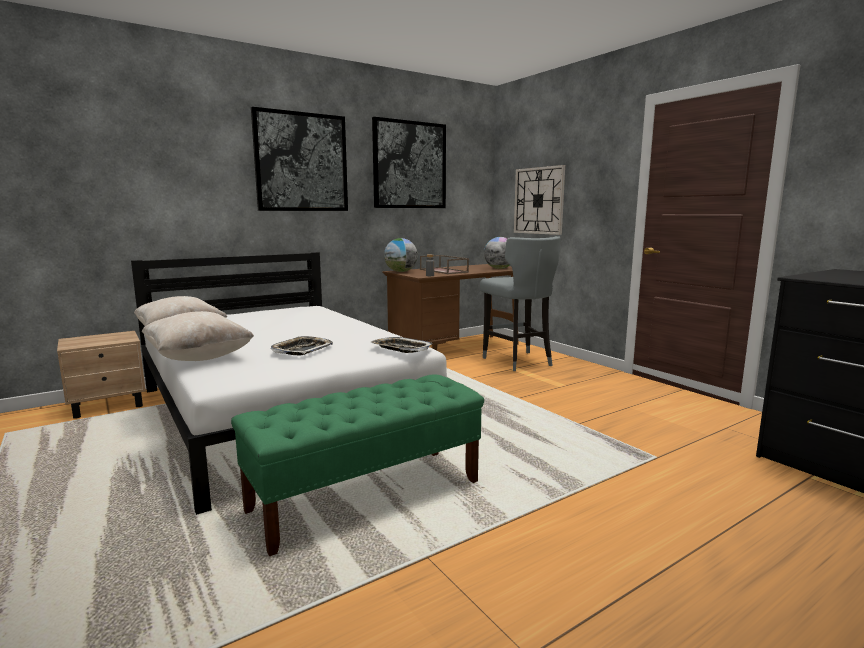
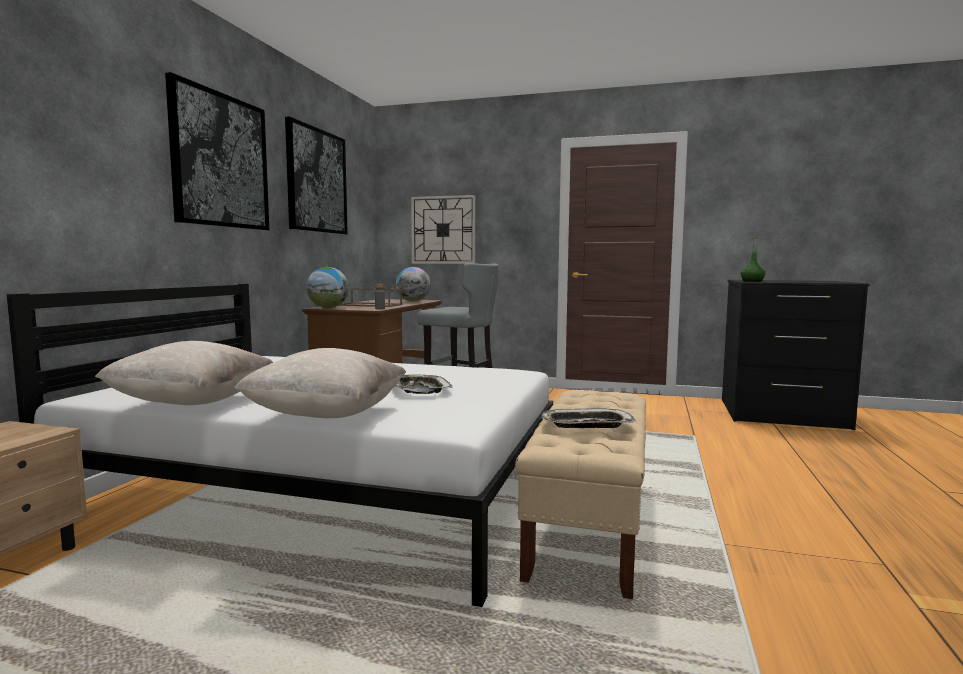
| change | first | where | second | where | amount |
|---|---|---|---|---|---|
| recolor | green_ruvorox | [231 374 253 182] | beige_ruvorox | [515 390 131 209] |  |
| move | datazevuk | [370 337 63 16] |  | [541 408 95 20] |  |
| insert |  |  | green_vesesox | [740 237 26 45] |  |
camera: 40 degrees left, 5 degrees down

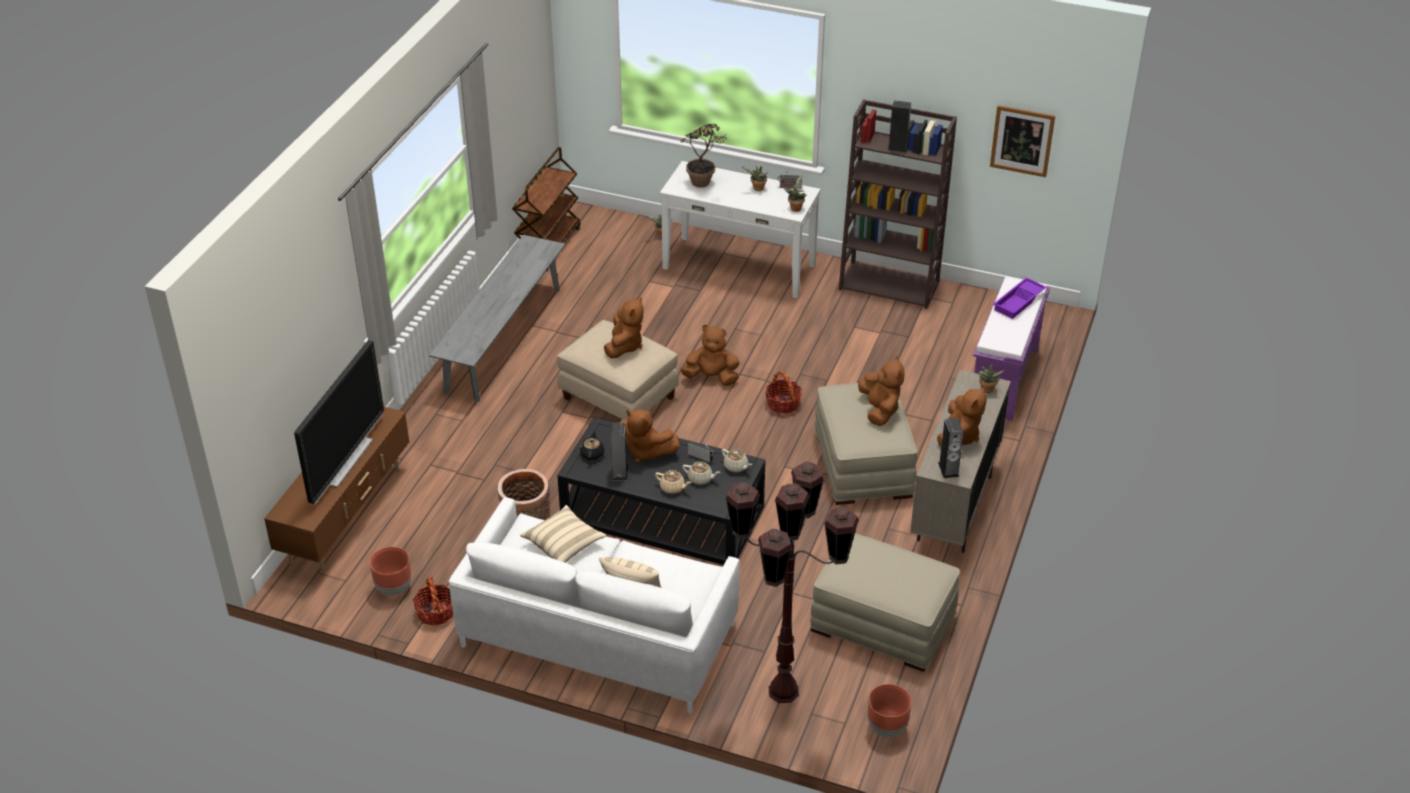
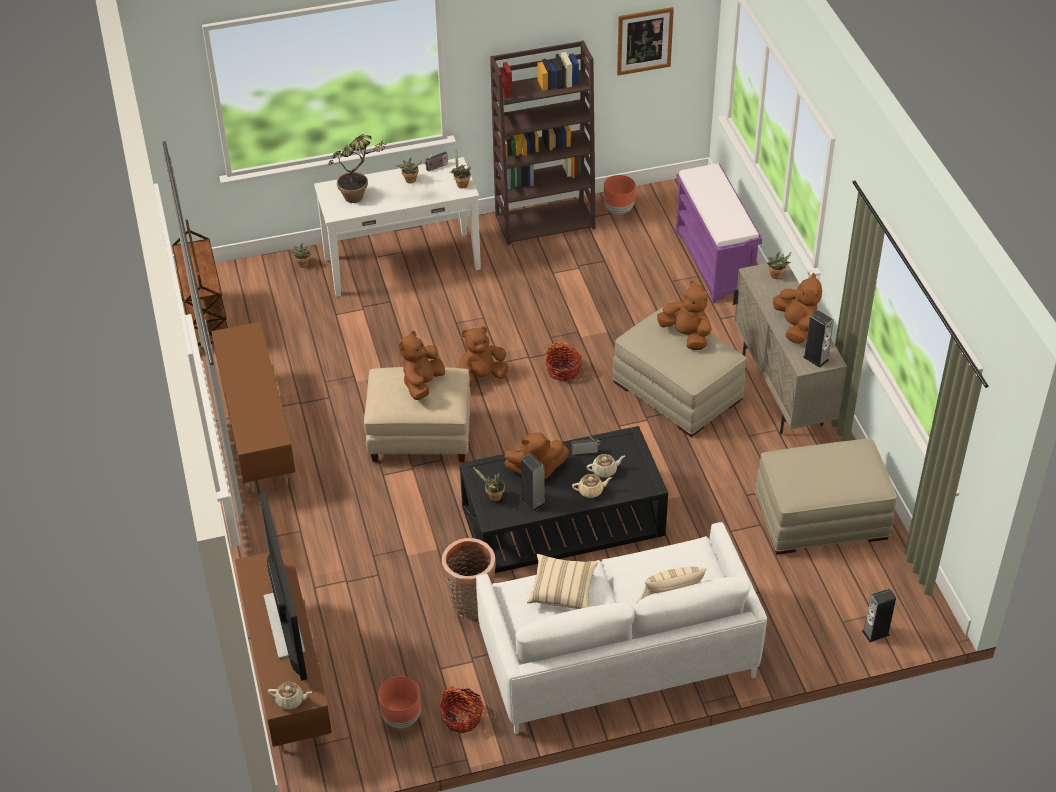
| change | first | where | second | where | amount |
|---|---|---|---|---|---|
| replace | grey_ruvorox | [429 235 136 167] | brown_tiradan | [211 322 84 171] |  |
| replace | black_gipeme | [580 429 24 31] | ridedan | [473 467 32 34] |  |
| rotate | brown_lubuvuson | [604 297 39 61] |  | [399 331 46 69] | 135 degrees counterclockwise |
| move | beige_gipeme | [721 449 31 23] |  | [268 682 44 27] |  |
| delete | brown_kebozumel | [726 461 133 242] |  |  |  |
| move | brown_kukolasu | [868 684 43 53] |  | [604 175 32 40] |  |
| move | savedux | [888 100 23 53] |  | [862 588 34 55] |  |
| delete | purple_datazevuk | [994 277 52 42] |  |  |  |
camera: 35 degrees left, 5 degrees up

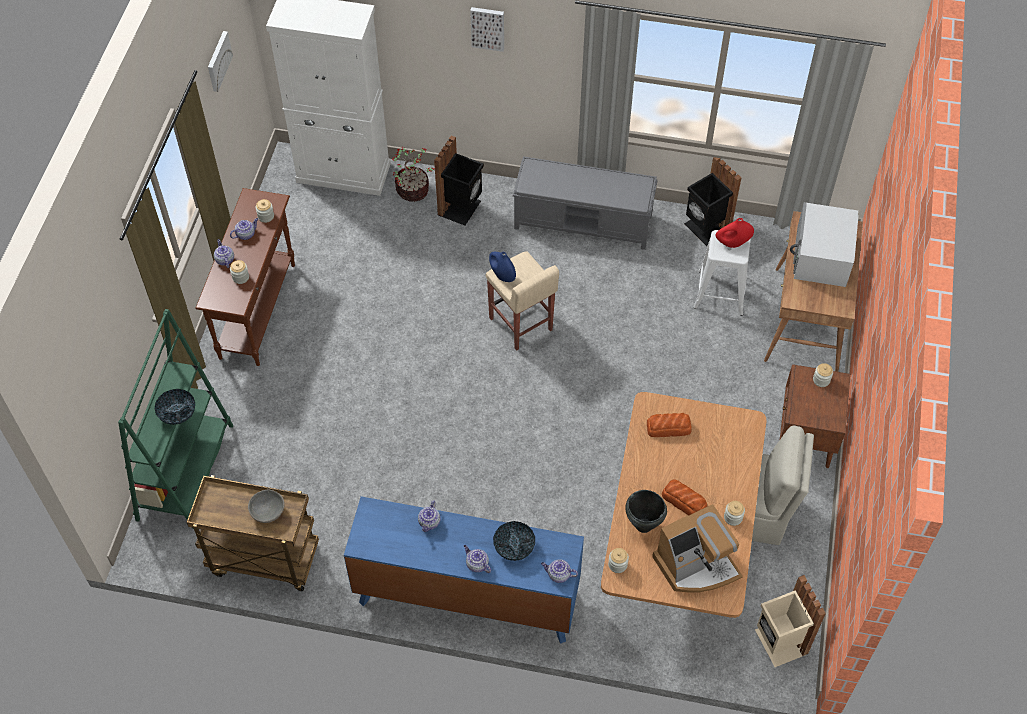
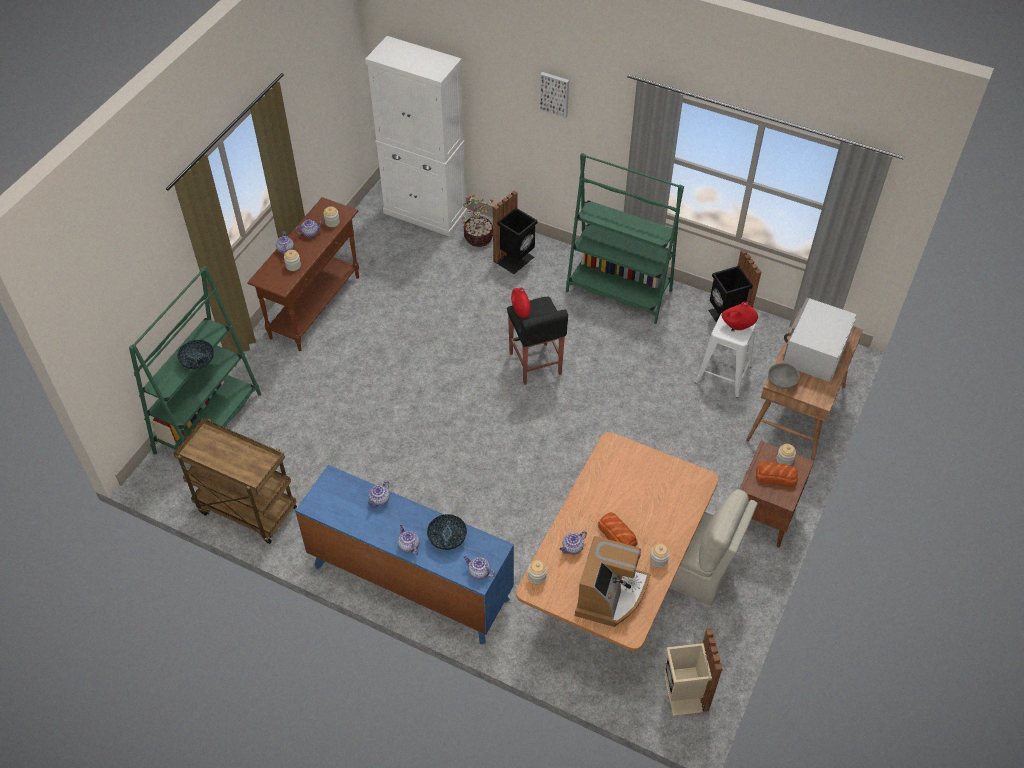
| change | first | where | second | where | amount |
|---|---|---|---|---|---|
| delete | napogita | [208 31 25 61] |  |  |  |
| move | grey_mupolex | [248 490 37 33] |  | [768 363 32 26] |  |
| recolor | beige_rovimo | [485 252 74 99] | black_rovimo | [507 297 61 88] |  |
| recolor | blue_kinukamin | [489 252 27 30] | red_kinukamin | [511 288 20 30] |  |
| replace | grey_ruvorox | [513 156 145 94] | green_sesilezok | [566 153 118 171] |  |
| replace | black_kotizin | [625 490 42 43] | gipeme | [560 531 27 24] |  |
| move | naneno | [647 413 45 24] |  | [756 461 42 26] |  |
| rotate | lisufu | [652 504 91 89] |  | [575 536 76 91] | 60 degrees counterclockwise |
camera: 15 degrees right, 5 degrees down

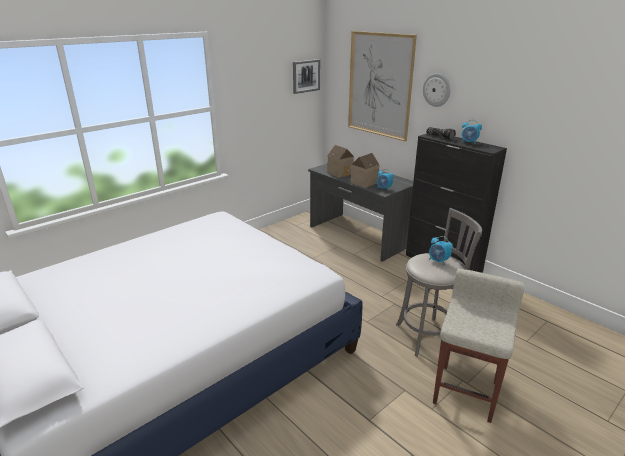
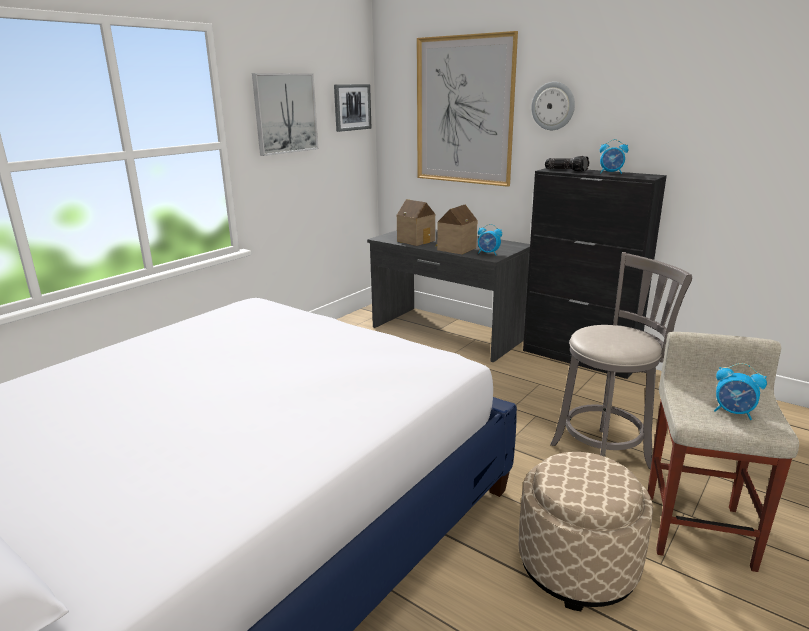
| change | first | where | second | where | amount |
|---|---|---|---|---|---|
| move | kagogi | [429 236 24 29] |  | [714 363 53 57] |  |
| insert |  |  | napogita | [252 73 66 83] |  |
| insert |  |  | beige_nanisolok | [519 452 134 159] |  |
camera: 10 degrees left, 5 degrees down

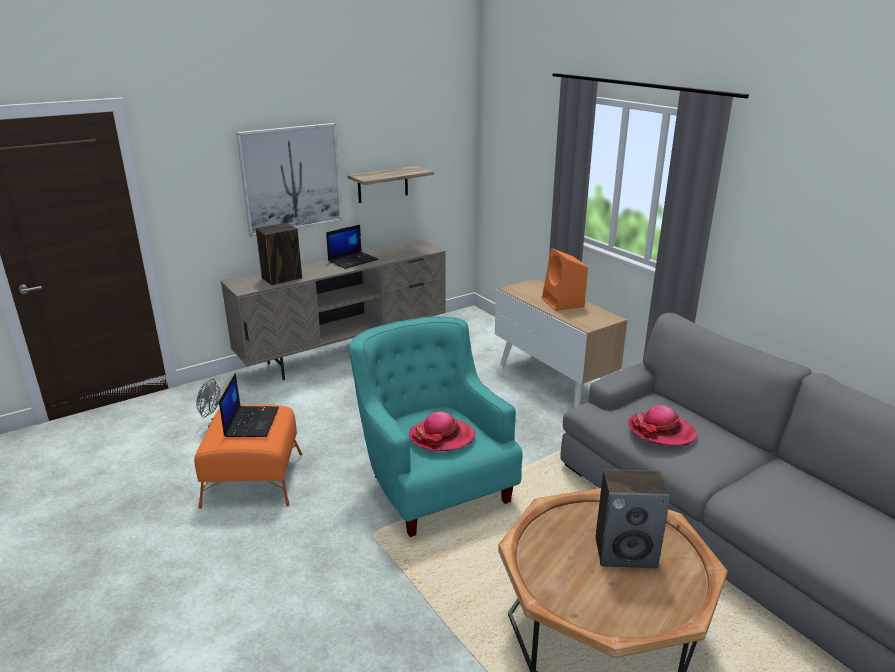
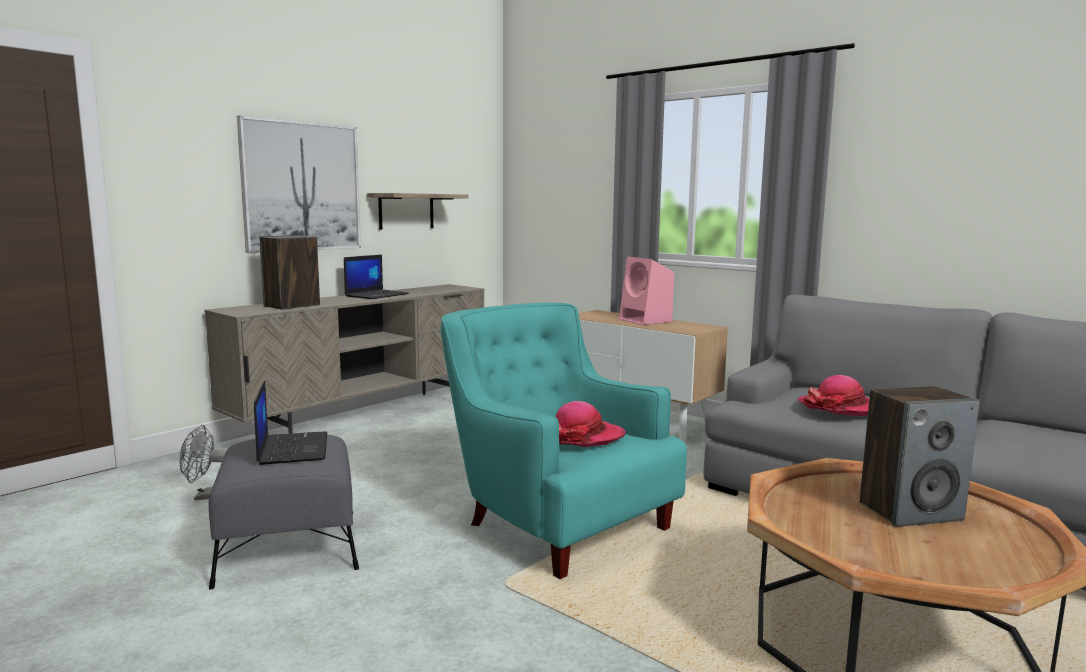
| change | first | where | second | where | amount |
|---|---|---|---|---|---|
| recolor | orange_nanisolok | [194 404 109 105] | grey_nanisolok | [209 435 150 154] |  |
| recolor | orange_savedux | [542 248 46 63] | pink_savedux | [619 257 55 68] |  |
camera: 15 degrees left, 15 degrees down

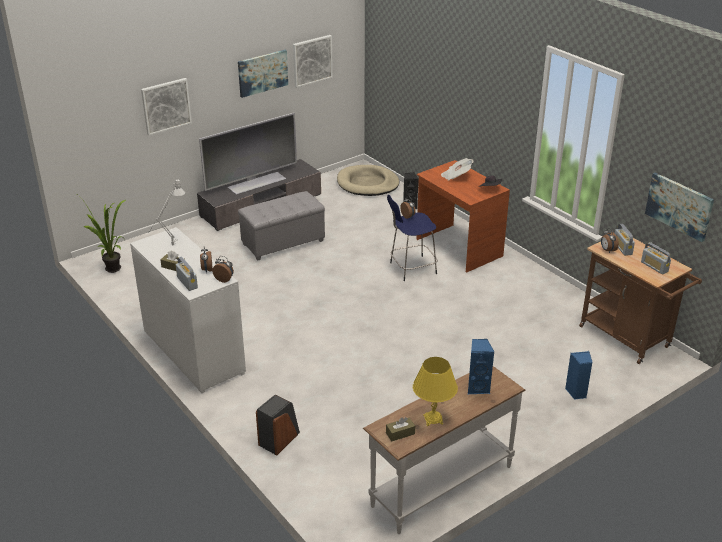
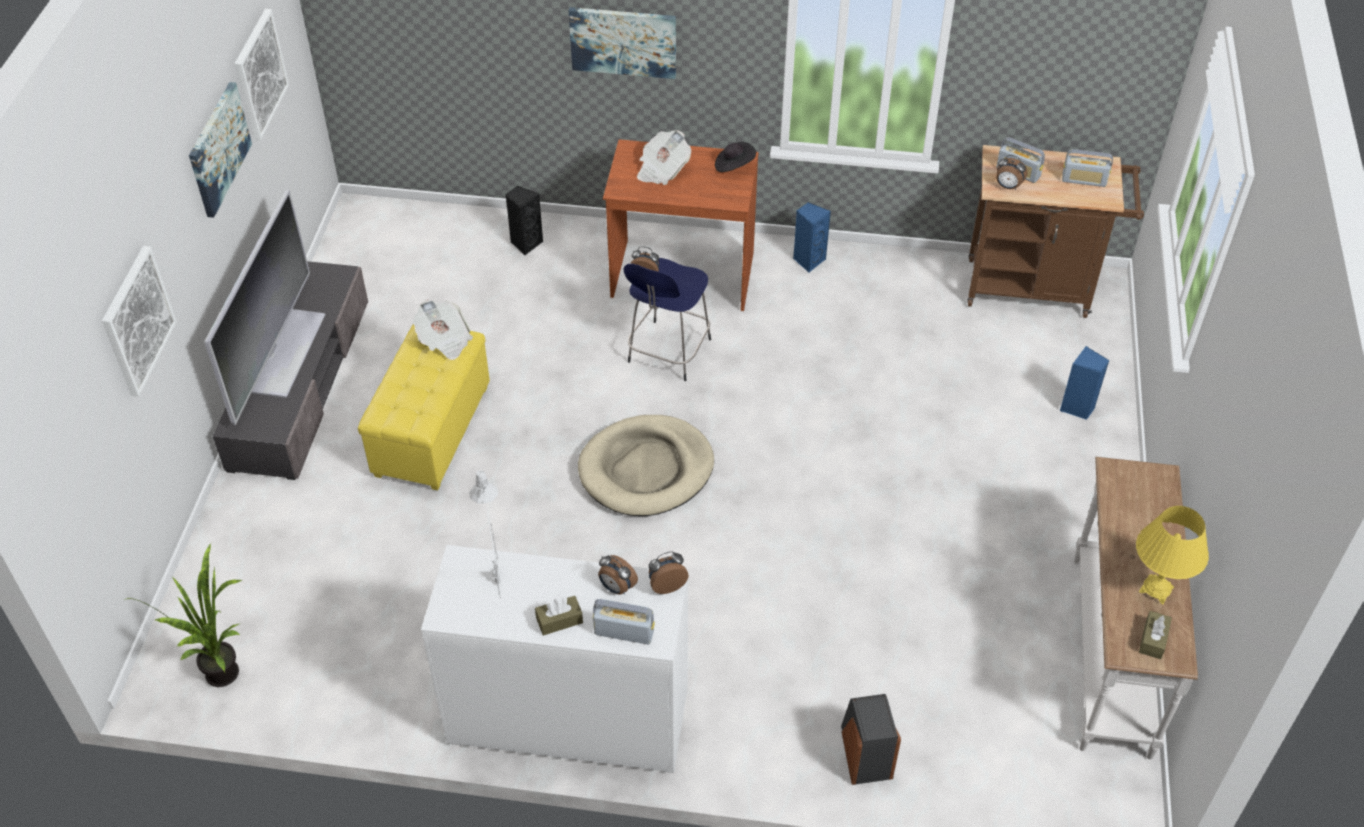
| change | first | where | second | where | amount |
|---|---|---|---|---|---|
| recolor | grey_nanisolok | [238 191 87 70] | yellow_nanisolok | [358 324 132 167] |  |
| move | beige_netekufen | [337 165 62 31] |  | [578 415 136 101] |  |
| move | blue_savedux | [468 339 26 55] |  | [793 202 38 70] |  |
| move | napogita | [645 173 69 69] |  | [569 7 107 72] |  |
| insert |  |  | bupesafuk | [412 300 61 60] |  |
camera: 45 degrees left, 15 degrees up

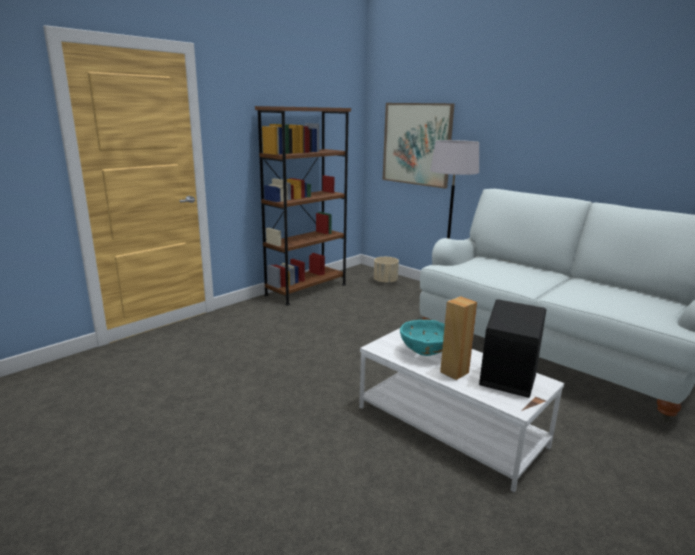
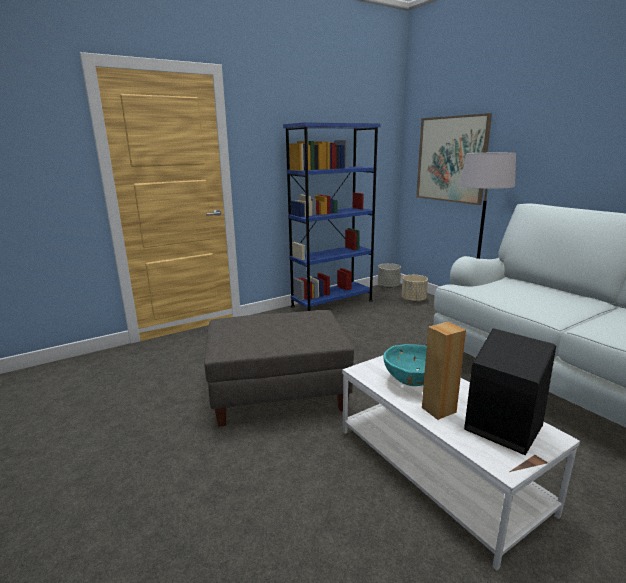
| change | first | where | second | where | amount |
|---|---|---|---|---|---|
| recolor | brown_sesilezok | [255 106 96 199] | blue_sesilezok | [283 122 97 189] |  |
| insert |  |  | grey_nanisolok | [204 310 150 117] |  |
| insert |  |  | grey_kukolasu | [378 263 23 25] |  |
camera: 15 degrees right, 0 degrees up

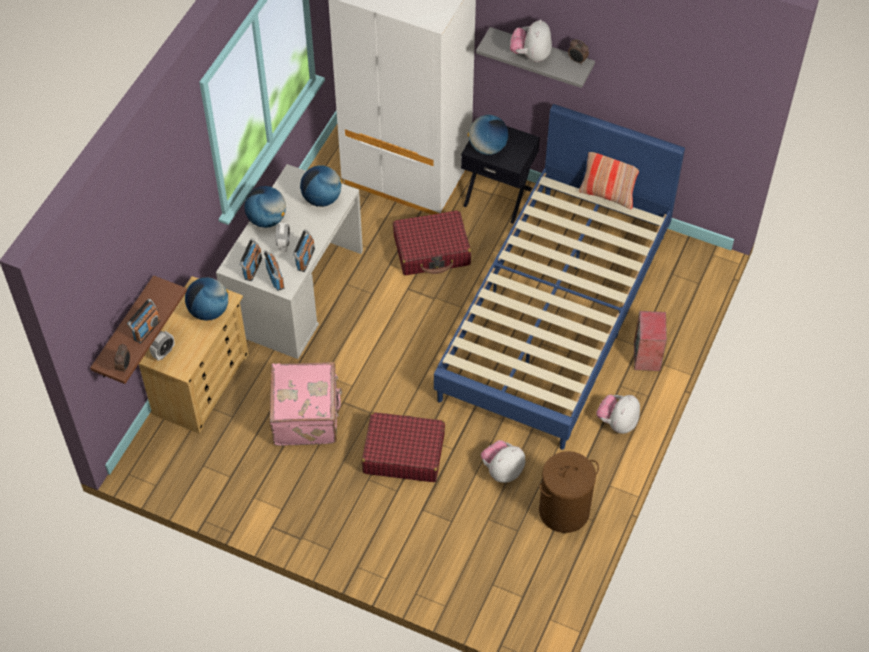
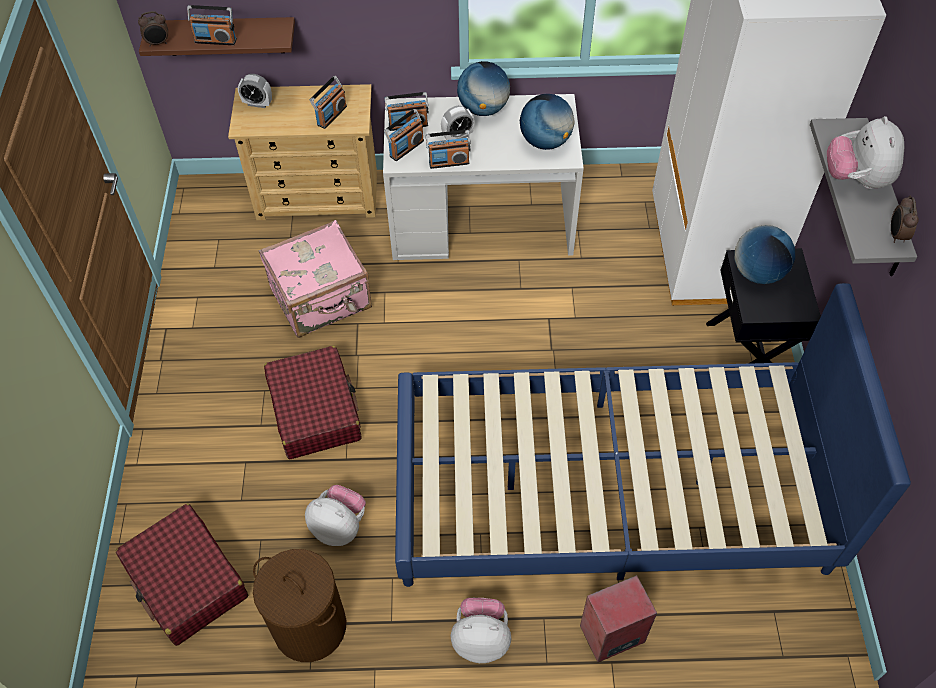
| change | first | where | second | where | amount |
|---|---|---|---|---|---|
| replace | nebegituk | [185 277 43 44] | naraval | [310 76 37 53] |  |
| move | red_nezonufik | [393 210 78 65] |  | [116 504 132 142] |  |
| rotate | lubuvuson | [510 19 42 43] |  | [827 116 77 73] | 75 degrees counterclockwise |
| delete | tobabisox | [578 152 61 57] |  |  |  |
camera: 65 degrees right, 0 degrees up

